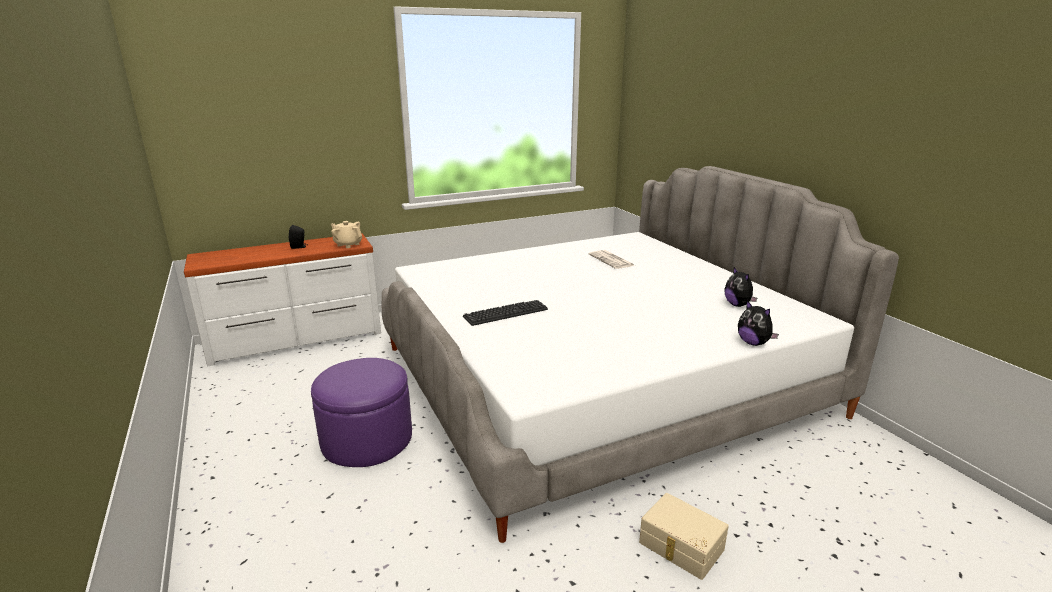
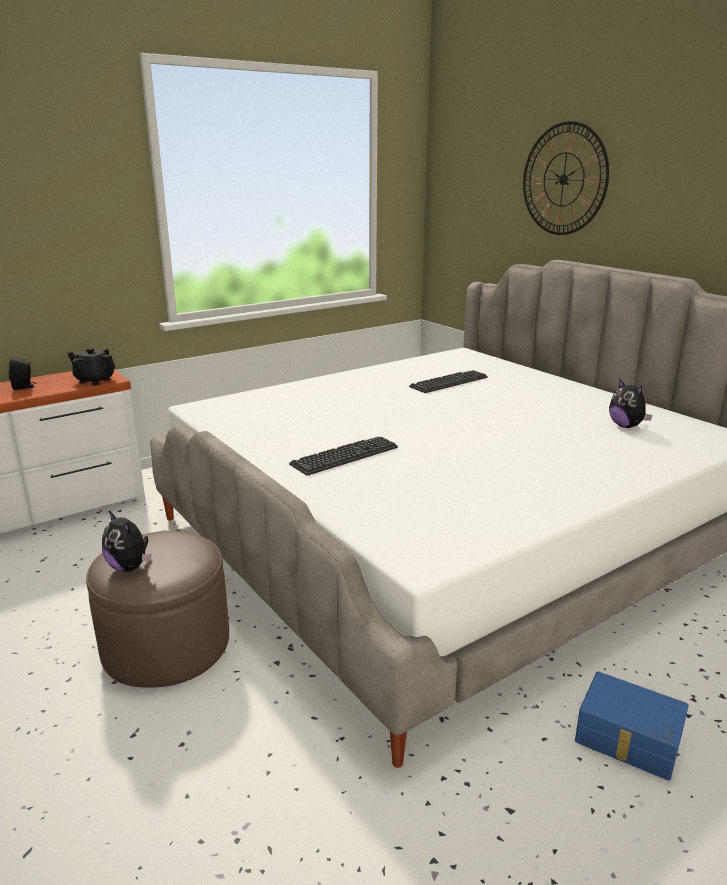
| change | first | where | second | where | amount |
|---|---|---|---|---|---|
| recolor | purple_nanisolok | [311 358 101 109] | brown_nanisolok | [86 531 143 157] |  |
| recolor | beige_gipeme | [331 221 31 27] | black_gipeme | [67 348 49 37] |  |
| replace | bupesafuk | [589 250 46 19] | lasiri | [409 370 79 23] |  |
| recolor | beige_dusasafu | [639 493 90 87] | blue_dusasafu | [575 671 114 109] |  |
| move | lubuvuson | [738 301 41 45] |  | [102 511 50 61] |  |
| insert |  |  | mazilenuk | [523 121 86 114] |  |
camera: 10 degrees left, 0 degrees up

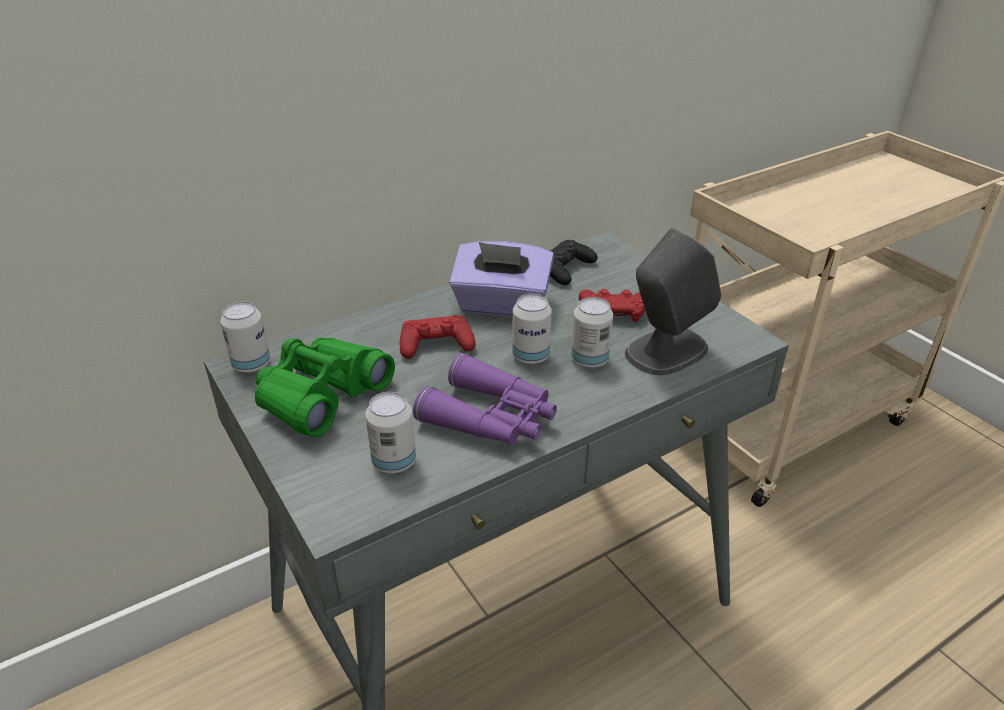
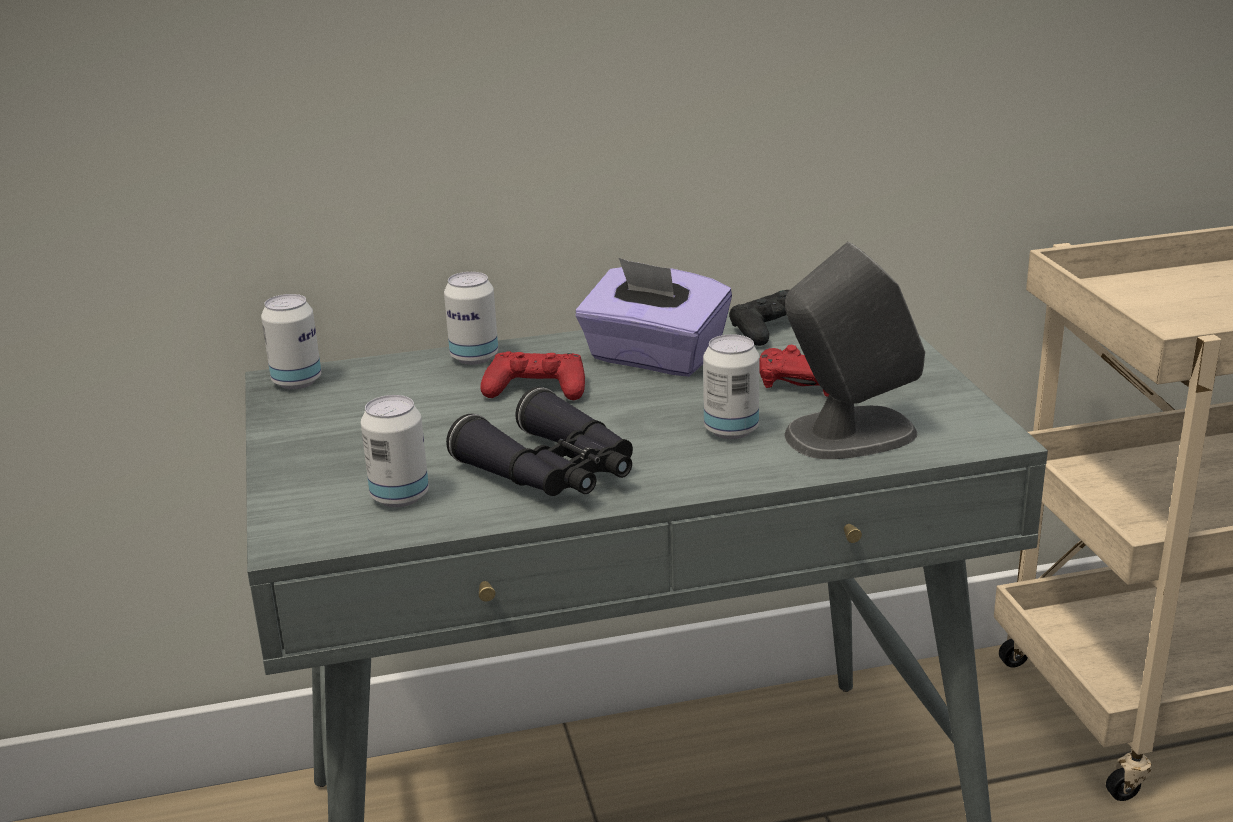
| change | first | where | second | where | amount |
|---|---|---|---|---|---|
| delete | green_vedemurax | [255 337 140 100] |  |  |  |
| recolor | purple_vedemurax | [413 353 144 92] | black_vedemurax | [446 387 187 109] |  |
| move | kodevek | [512 294 40 71] |  | [444 272 54 93] |  |
camera: 20 degrees right, 10 degrees down

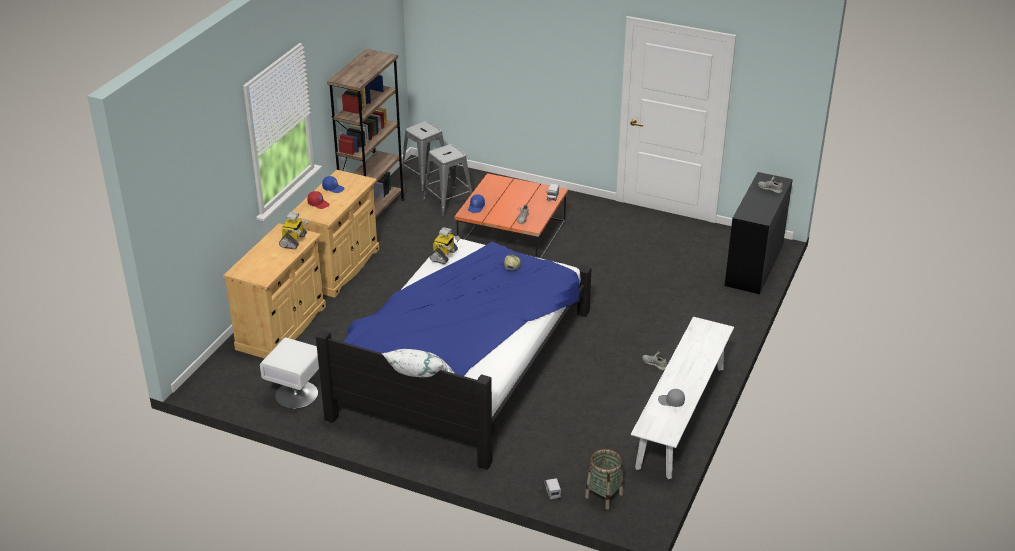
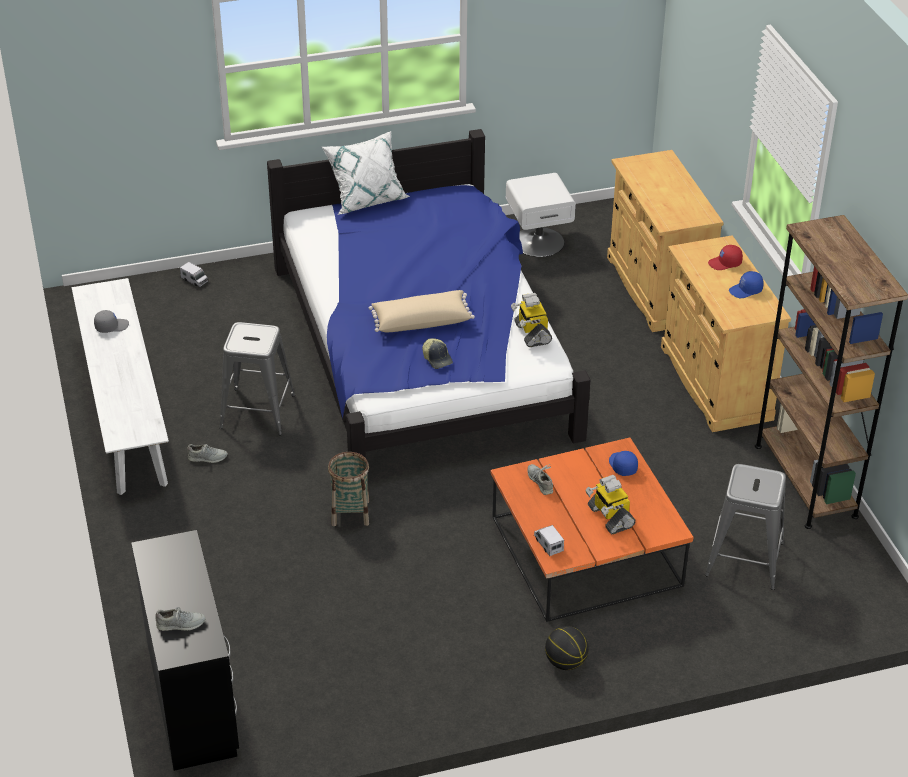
| change | first | where | second | where | amount |
|---|---|---|---|---|---|
| move | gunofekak | [279 212 29 37] |  | [585 475 51 59] |  |
| move | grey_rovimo | [402 121 49 70] |  | [219 322 76 113] |  |
| move | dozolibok | [585 449 38 61] |  | [328 452 41 74] |  |
| insert |  |  | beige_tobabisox | [369 290 106 42] |  |
| insert |  |  | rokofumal | [545 626 44 44] |  |
camera: 140 degrees right, 5 degrees up

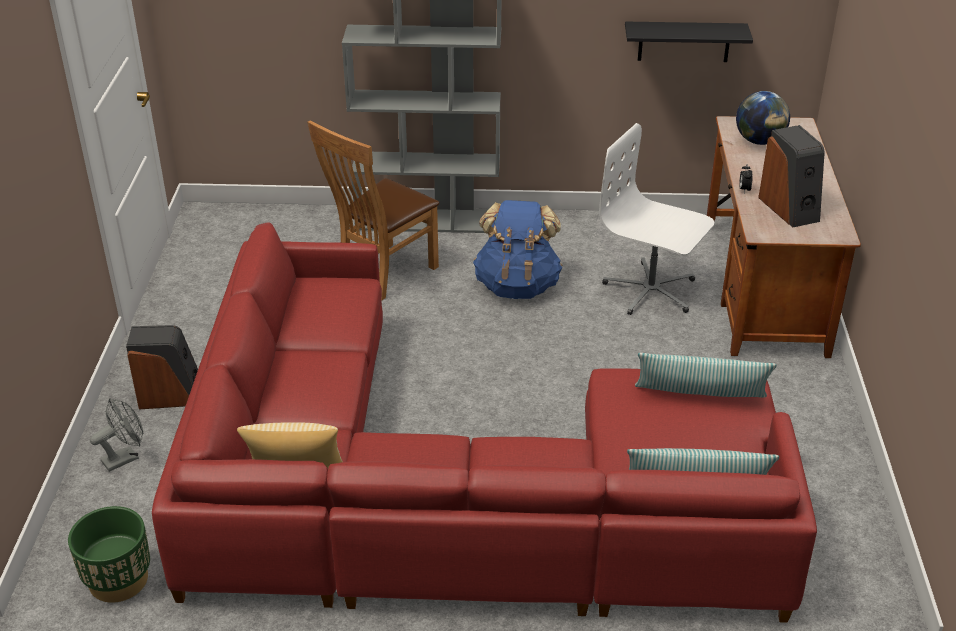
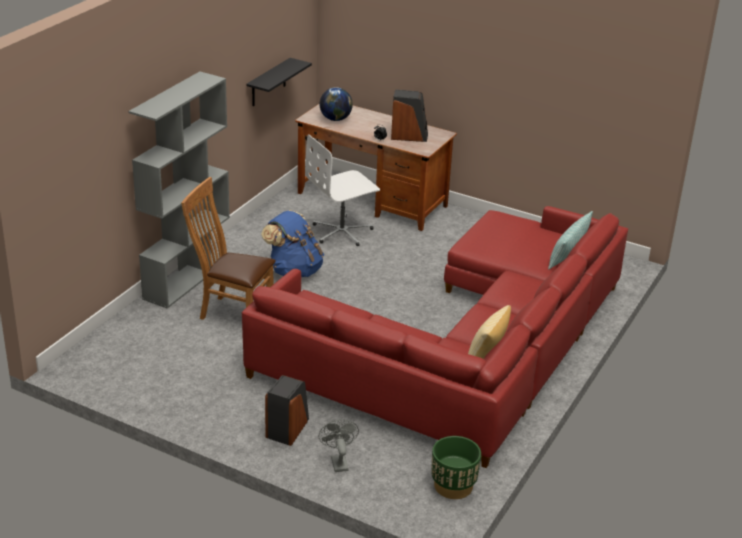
| change | first | where | second | where | amount |
|---|---|---|---|---|---|
| rotate | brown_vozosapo | [307 120 133 181] |  | [181 177 95 143] | 135 degrees clockwise |
| delete | tobabisox | [635 353 141 45] |  |  |  |
camera: 65 degrees left, 5 degrees down

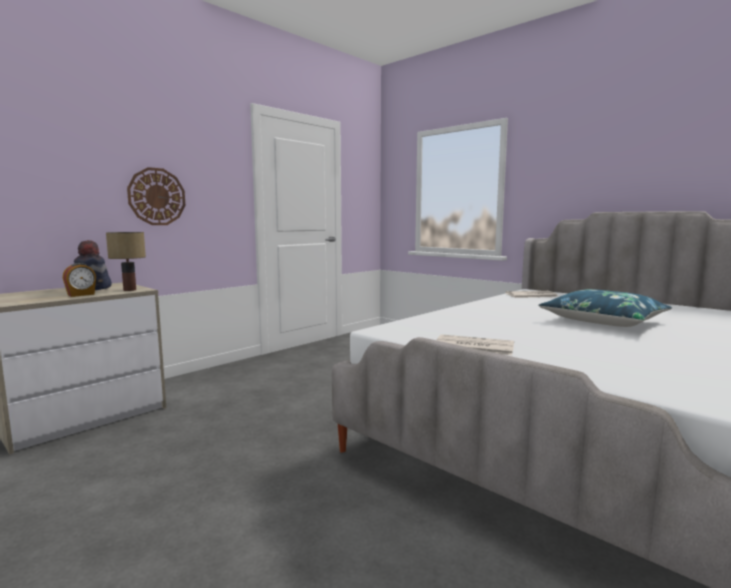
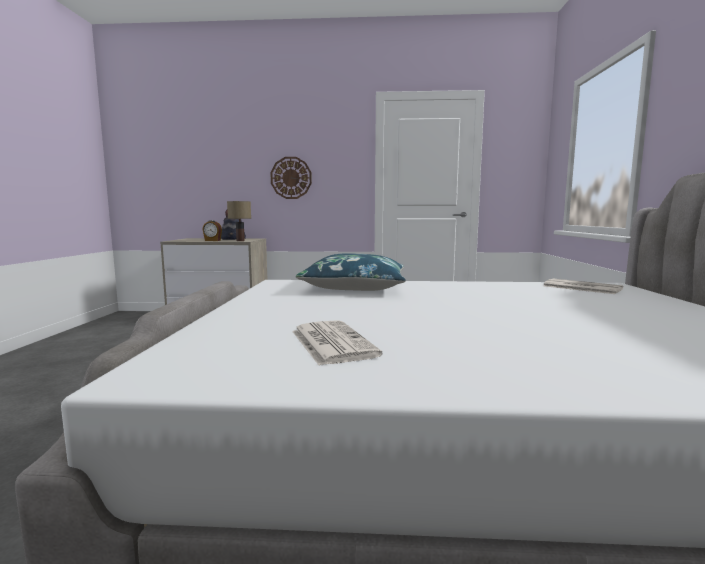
| change | first | where | second | where | amount |
|---|---|---|---|---|---|
| move | bupesafuk | [437 335 77 20] |  | [292 320 91 46] |  |
| move | blue_tobabisox | [538 289 134 38] |  | [296 253 110 38] |  |
camera: 50 degrees right, 0 degrees up

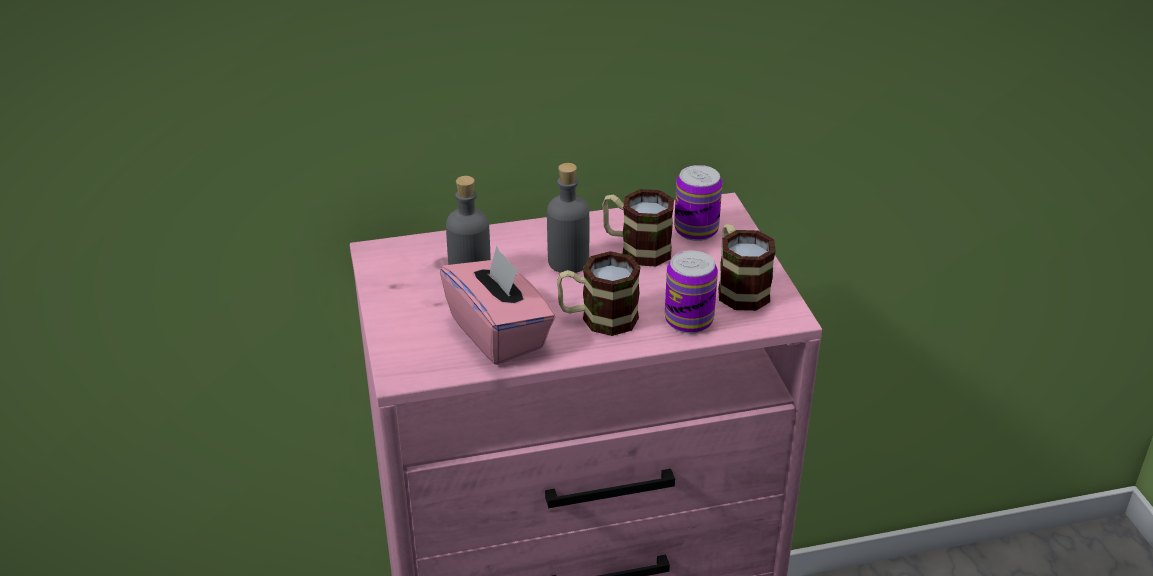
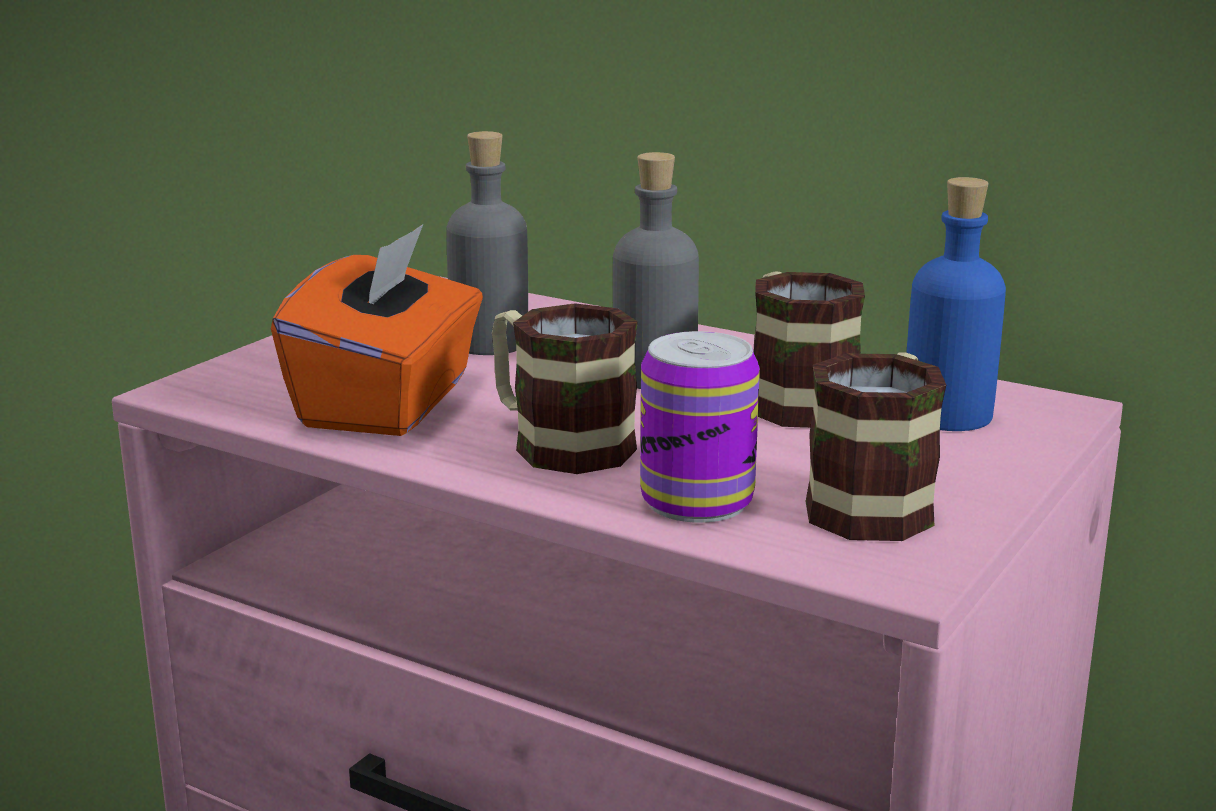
| change | first | where | second | where | amount |
|---|---|---|---|---|---|
| recolor | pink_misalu | [440 246 116 119] | orange_misalu | [271 224 212 212] |  |
| replace | kodevek | [674 165 49 76] | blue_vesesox | [906 177 100 254] |  |
camera: 45 degrees right, 15 degrees down

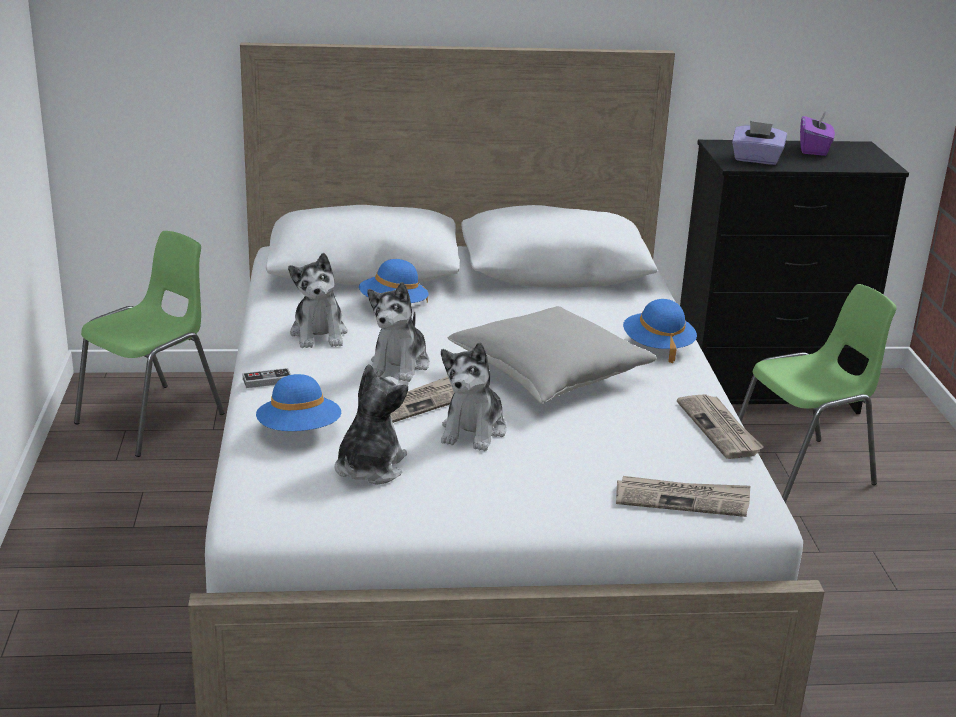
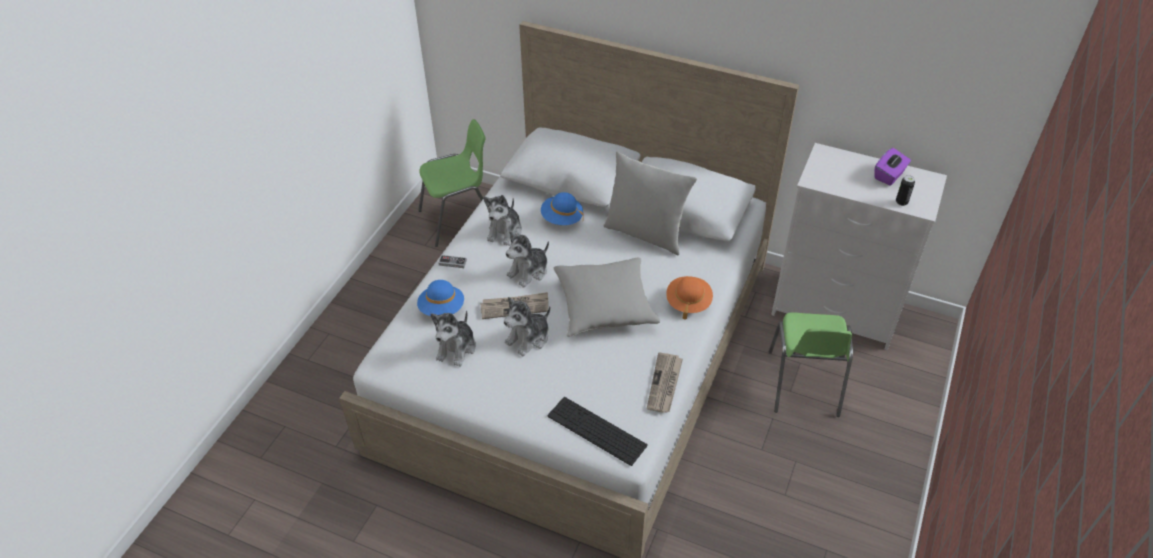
| change | first | where | second | where | amount |
|---|---|---|---|---|---|
| rotate | lubuvuson | [334 364 74 120] |  | [431 310 45 57] | 150 degrees clockwise |
| replace | bupesafuk | [616 476 134 41] | lasiri | [548 397 100 69] |  |
| recolor | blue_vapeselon | [623 299 74 64] | orange_vapeselon | [666 276 47 44] |  |
| recolor | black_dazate | [680 140 229 274] | white_dazate | [771 143 176 207] |  |
| delete | purple_misalu | [732 121 55 44] |  |  |  |
| rotate | green_vozosapo | [738 284 159 219] |  | [769 312 84 105] | 90 degrees clockwise |
| insert |  |  | grey_tobabisox | [603 151 94 104] |  |
| insert |  |  | kodevek | [896 175 19 31] |  |
camera: 30 degrees right, 20 degrees up

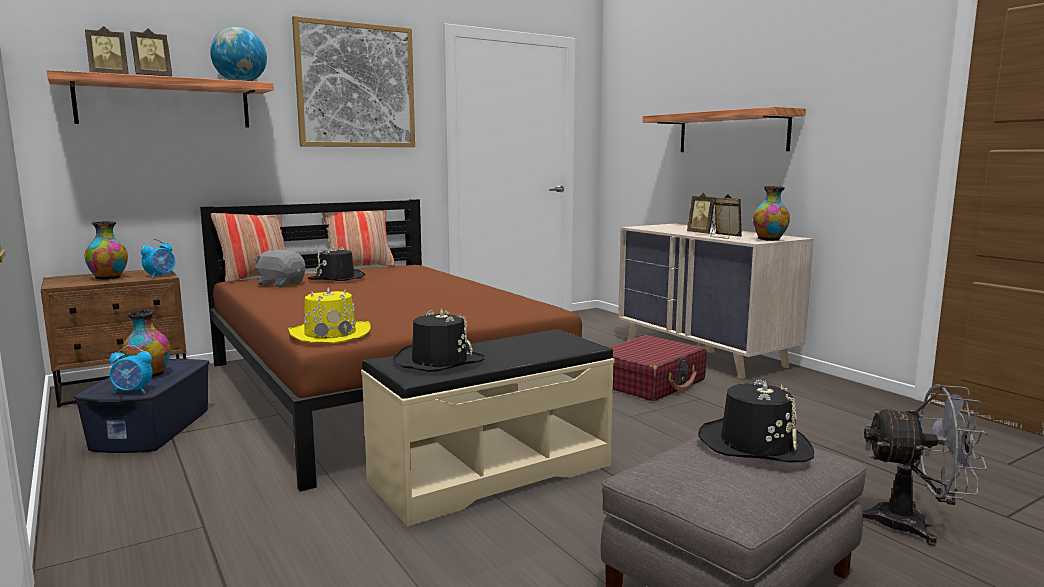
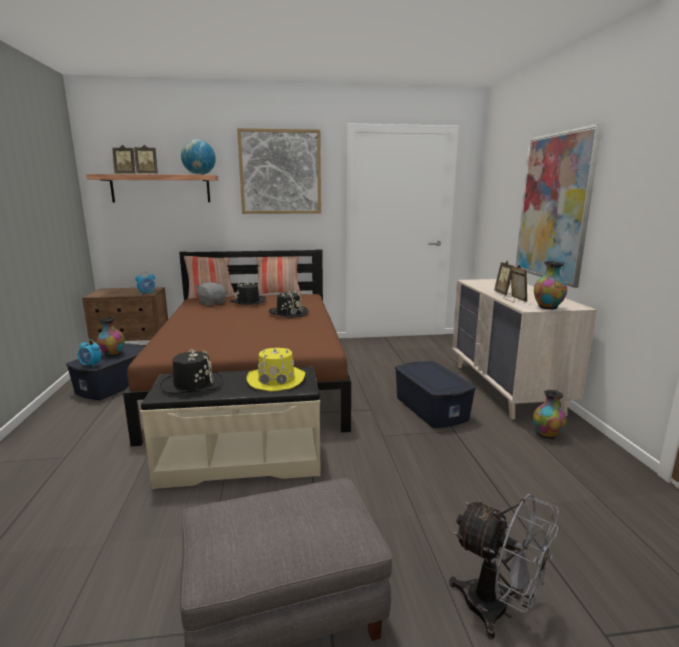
| change | first | where | second | where | amount |
|---|---|---|---|---|---|
| move | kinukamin | [85 221 43 59] |  | [533 390 34 49] |  |
| move | yellow_vapeselon | [288 287 83 57] |  | [246 347 59 44] |  |
| replace | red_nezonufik | [609 335 98 66] | blue_dusasafu | [395 361 81 67] |  |
| replace | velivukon | [642 107 164 45] | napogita | [516 124 86 164] |  |
| move | black_vapeselon | [698 379 116 83] |  | [269 290 40 28] |  |
camera: 25 degrees right, 5 degrees up

